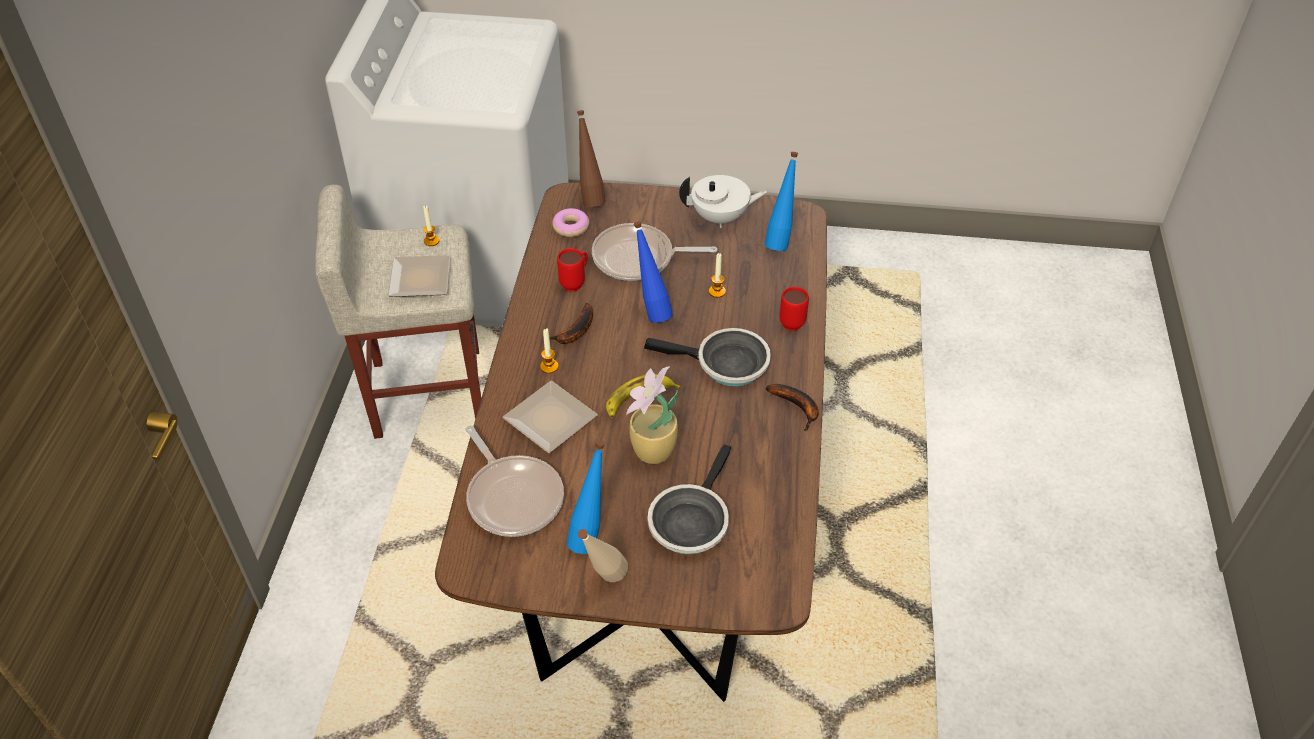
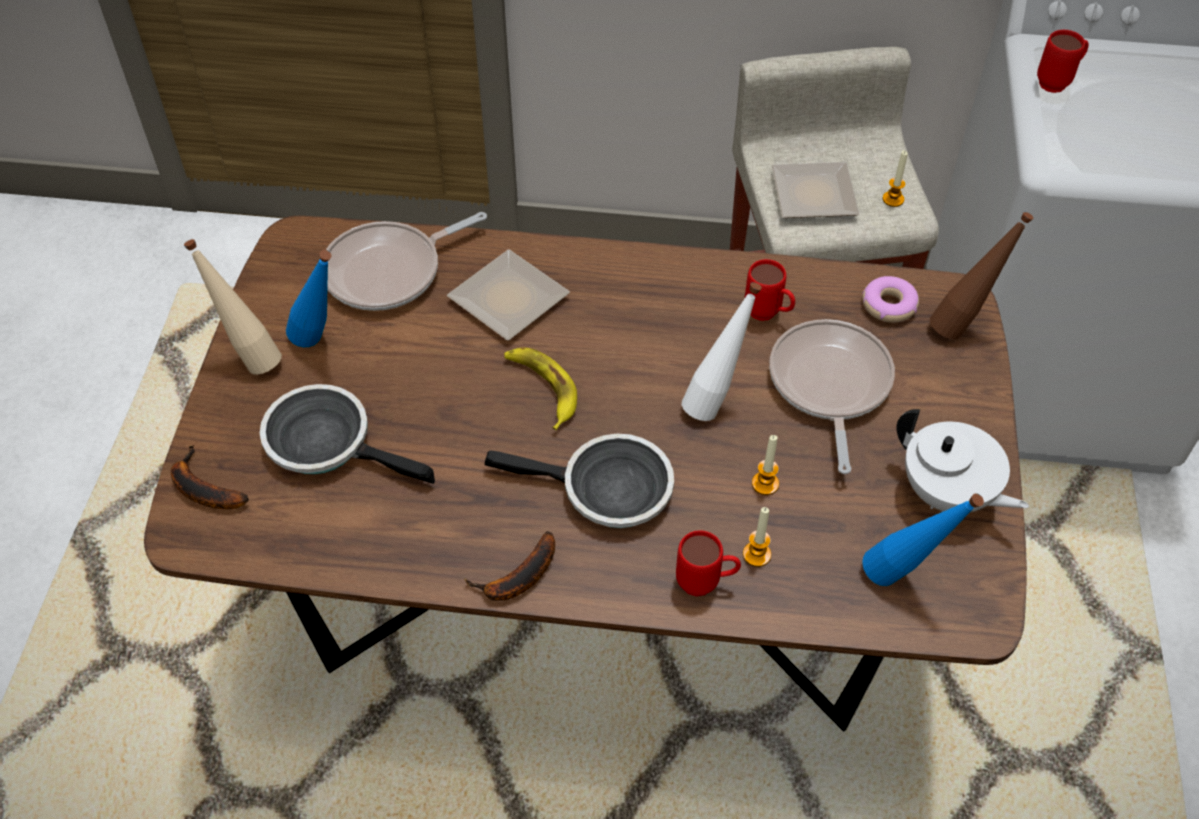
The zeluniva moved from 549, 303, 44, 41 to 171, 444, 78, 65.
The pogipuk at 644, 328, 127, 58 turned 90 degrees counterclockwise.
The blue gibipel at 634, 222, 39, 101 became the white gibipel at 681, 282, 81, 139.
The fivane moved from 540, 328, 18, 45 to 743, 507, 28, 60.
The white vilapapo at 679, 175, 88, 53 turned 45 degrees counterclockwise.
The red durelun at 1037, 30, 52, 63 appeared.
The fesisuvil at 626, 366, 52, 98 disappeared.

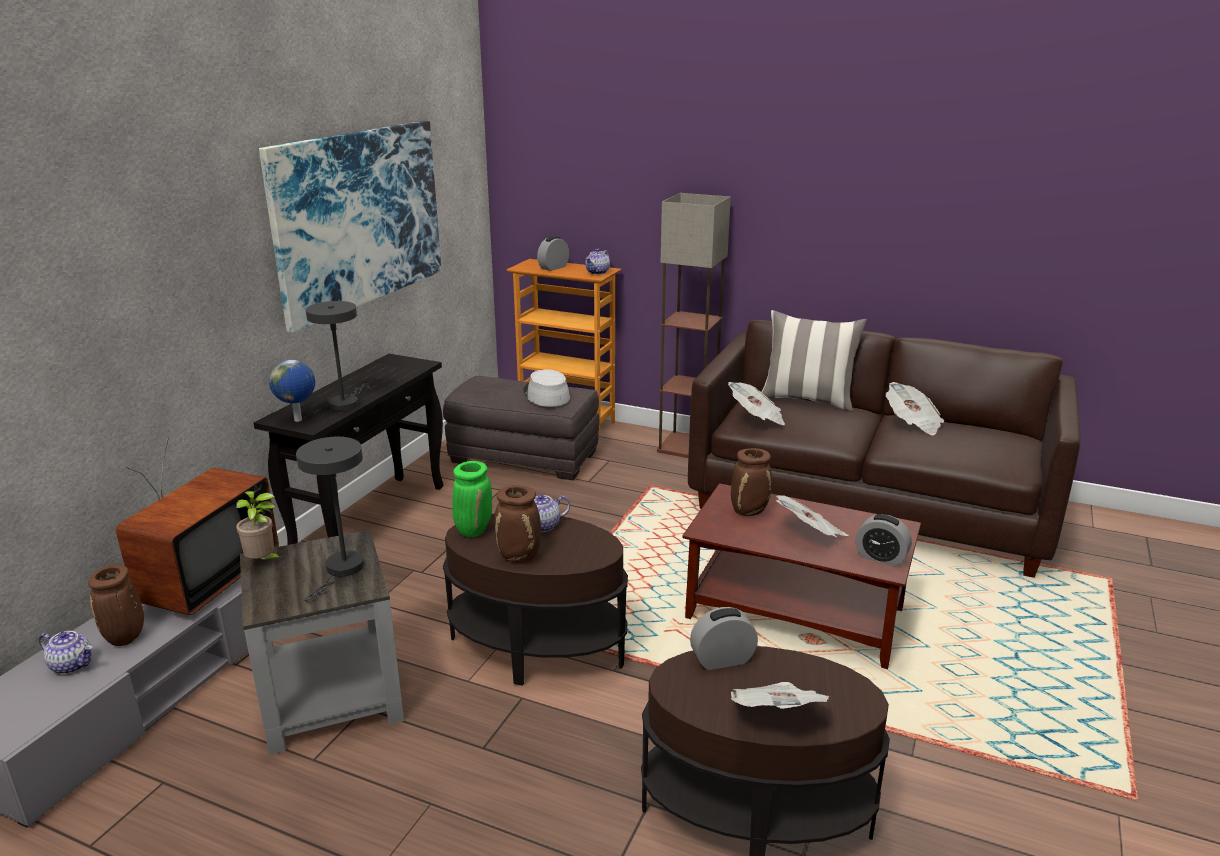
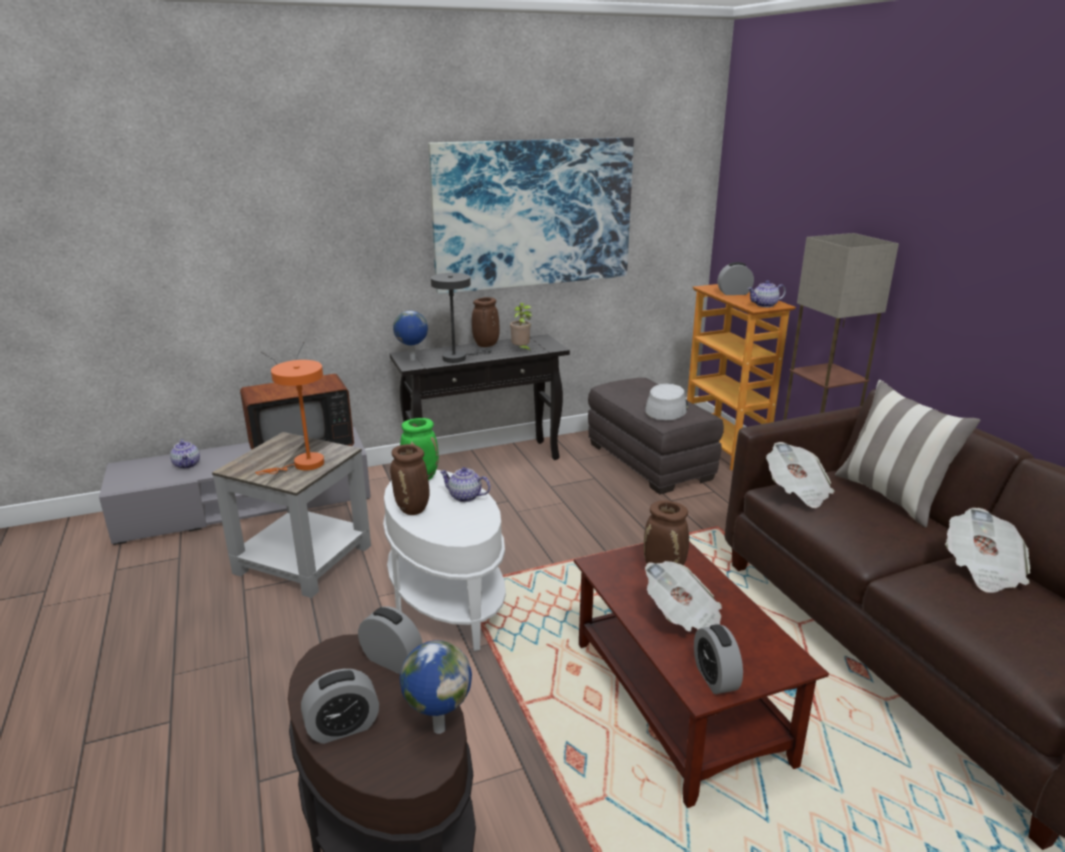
The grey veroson at 296, 437, 68, 165 became the orange veroson at 255, 360, 69, 115.
The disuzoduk at 731, 682, 99, 27 was replaced by the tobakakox at 301, 669, 78, 75.
The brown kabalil at 443, 514, 185, 172 became the white kabalil at 383, 470, 123, 181.
The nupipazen at 400, 641, 72, 93 appeared.
The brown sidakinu moved from 88, 564, 56, 82 to 472, 297, 28, 50.
The fesisuvil moved from 236, 491, 47, 69 to 510, 303, 22, 49.

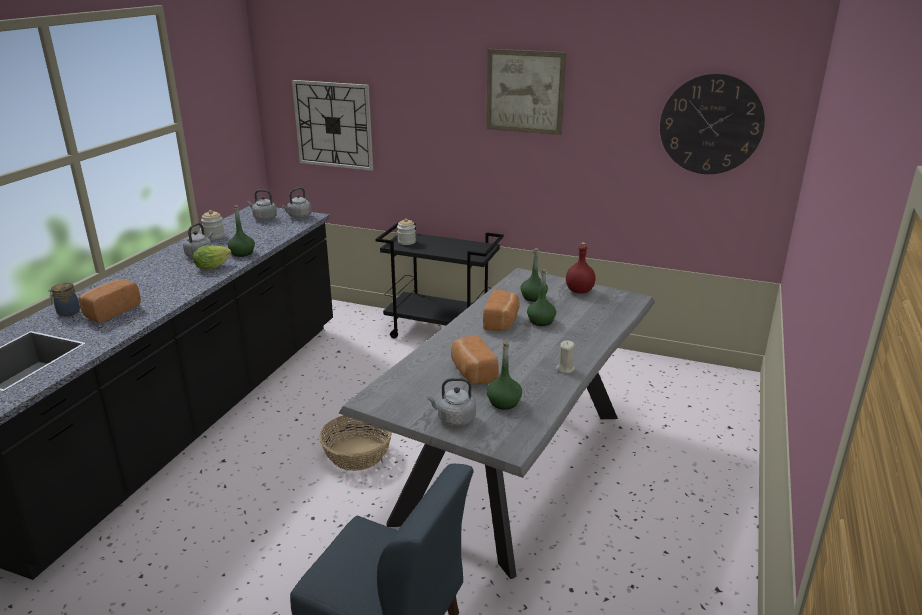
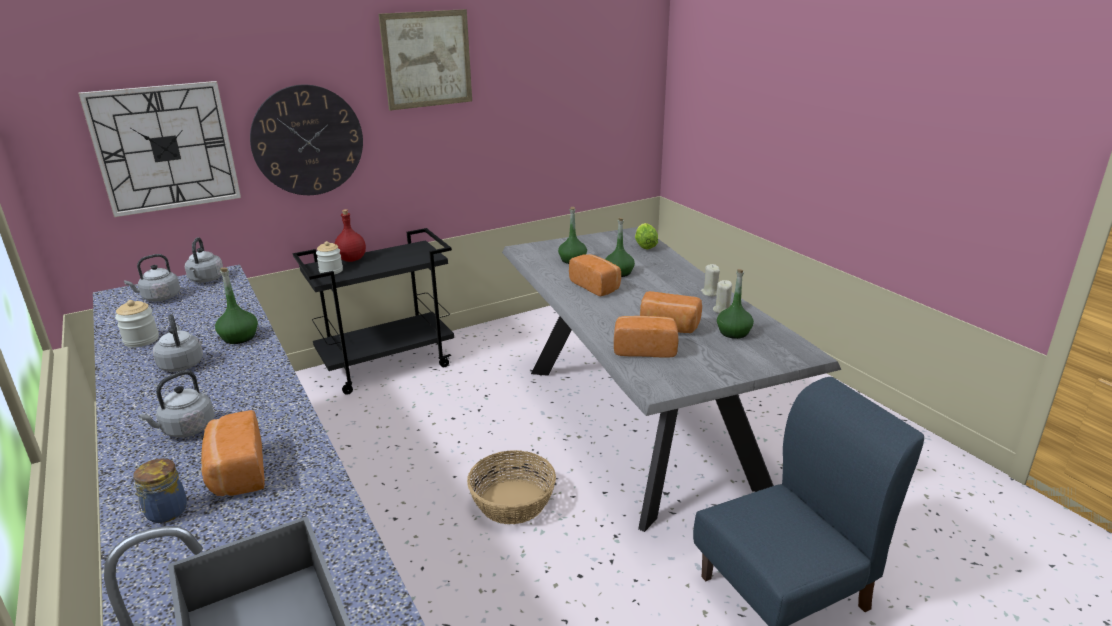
The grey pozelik moved from 427, 378, 49, 48 to 138, 371, 76, 66.
The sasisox moved from 660, 73, 105, 101 to 250, 85, 113, 110.
The red gibipel moved from 566, 242, 30, 51 to 335, 209, 31, 53.
The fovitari at 614, 316, 64, 42 appeared.
The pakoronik moved from 193, 245, 39, 25 to 635, 223, 23, 27.
The beige fivane at 713, 280, 19, 33 appeared.

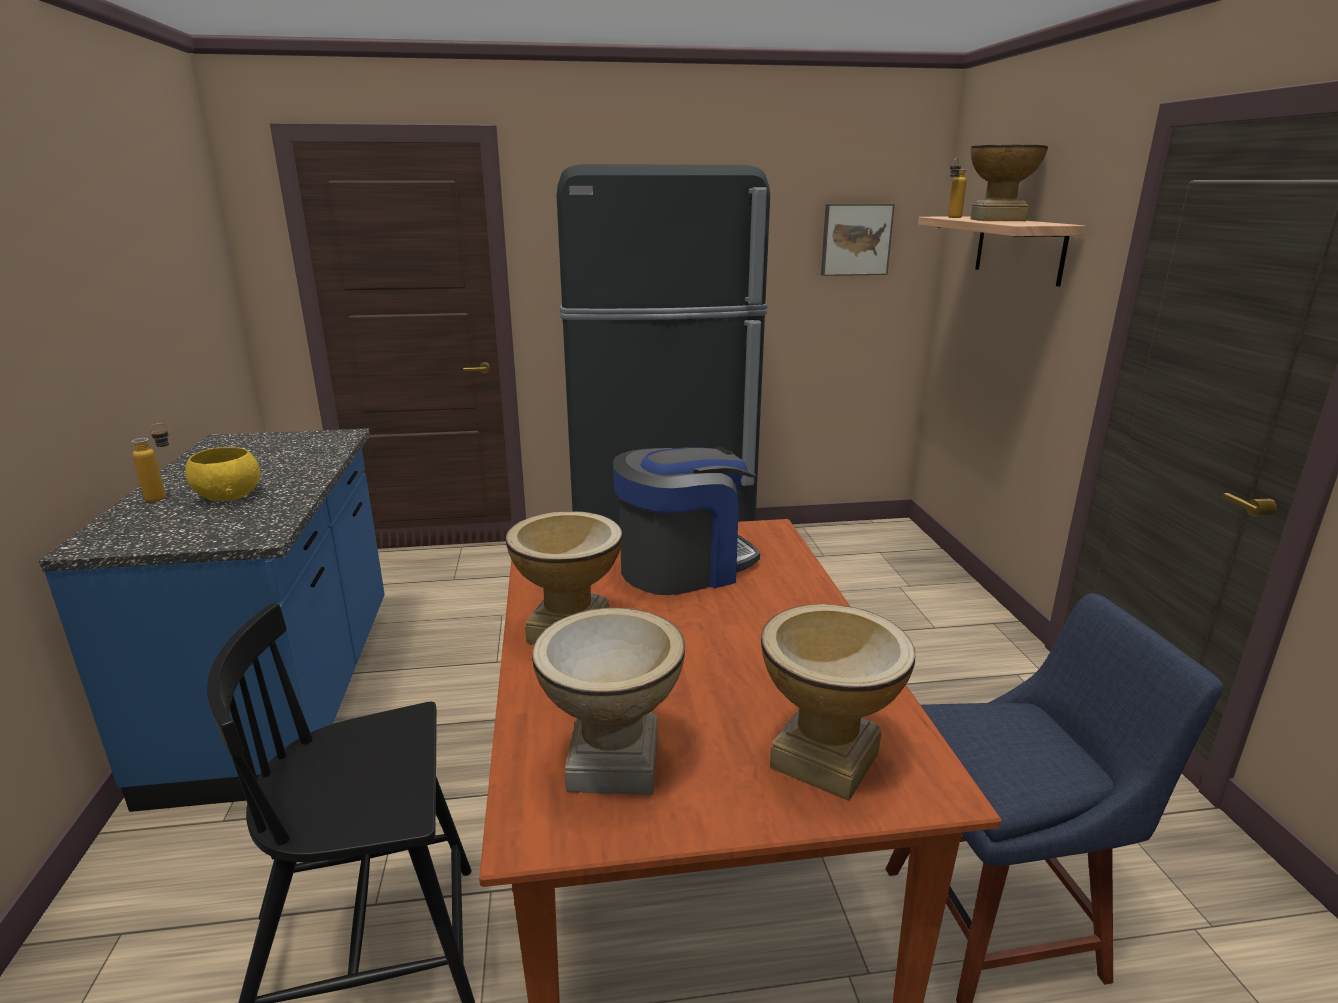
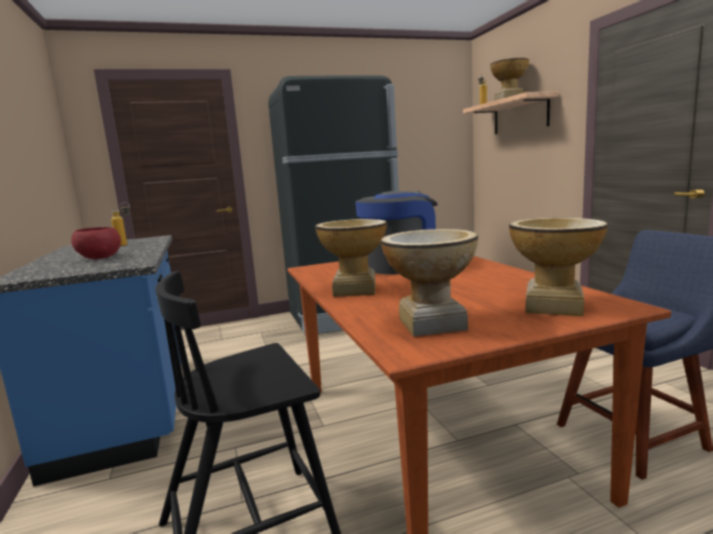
The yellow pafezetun at 185, 447, 75, 54 became the red pafezetun at 71, 227, 50, 32.
The gibipel moved from 132, 423, 37, 79 to 111, 202, 19, 44.
The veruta at 821, 204, 74, 72 disappeared.

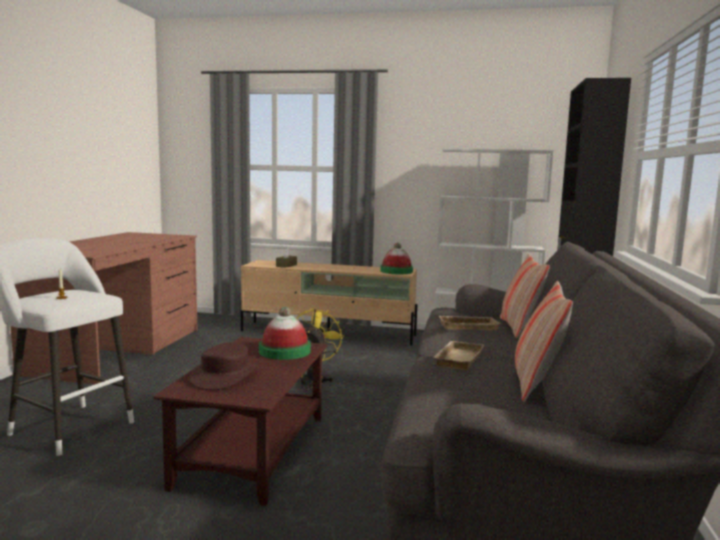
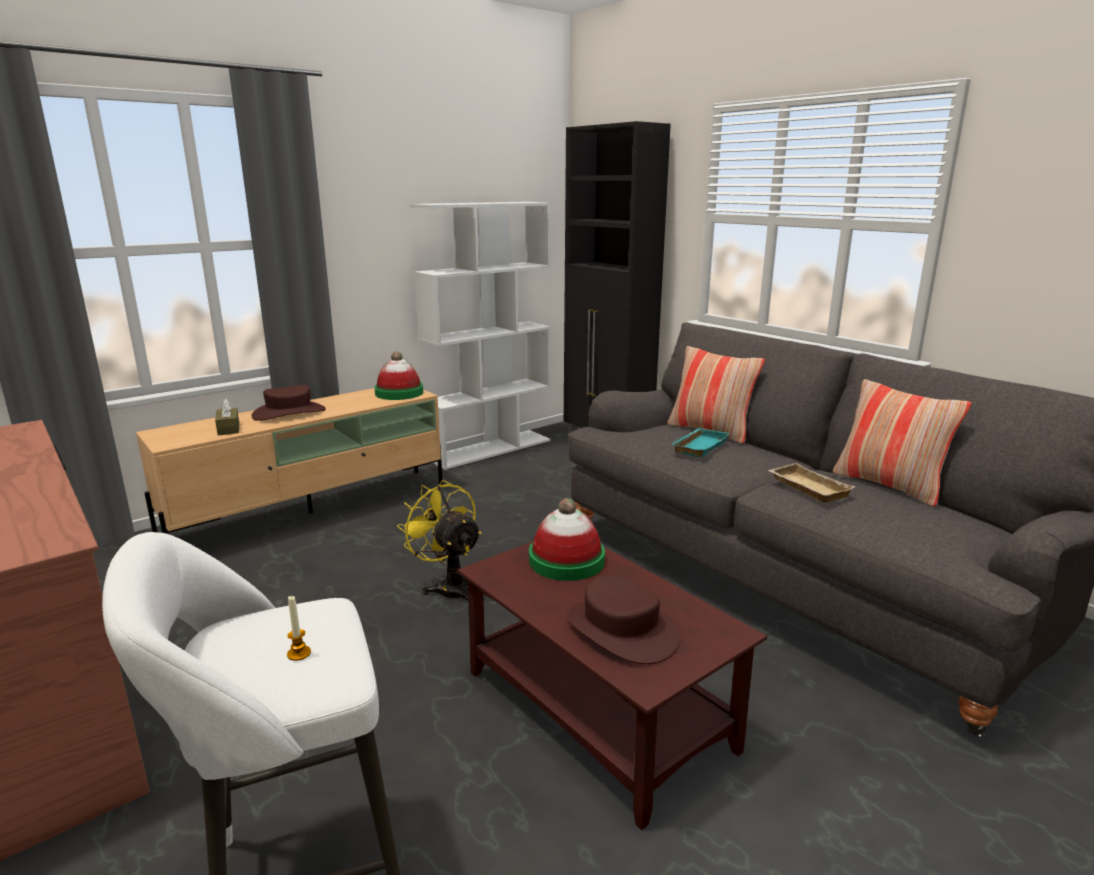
The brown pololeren at 251, 385, 75, 36 appeared.
The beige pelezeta at 438, 315, 63, 15 became the turquoise pelezeta at 672, 428, 58, 30.

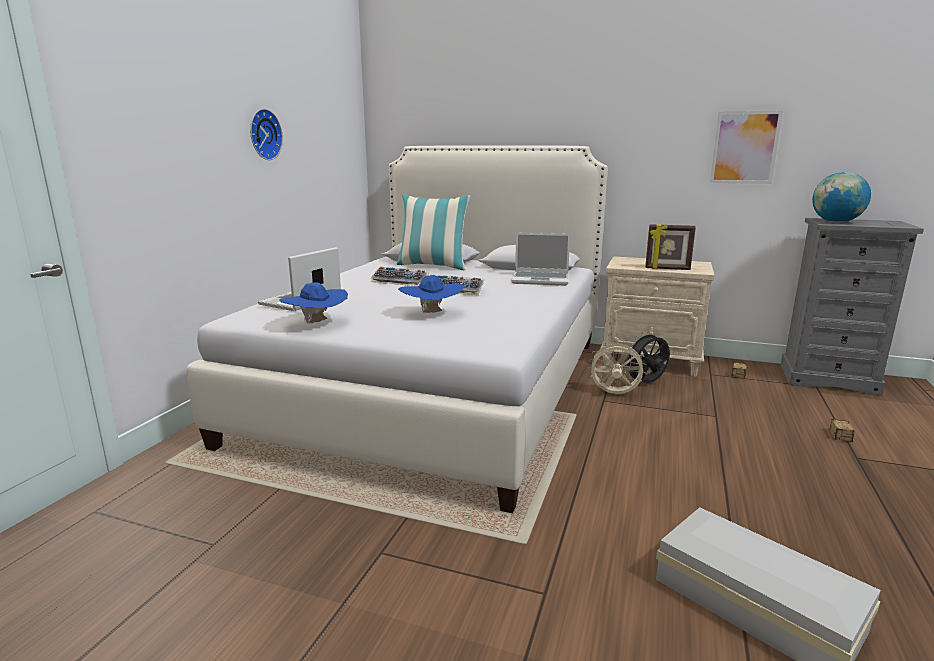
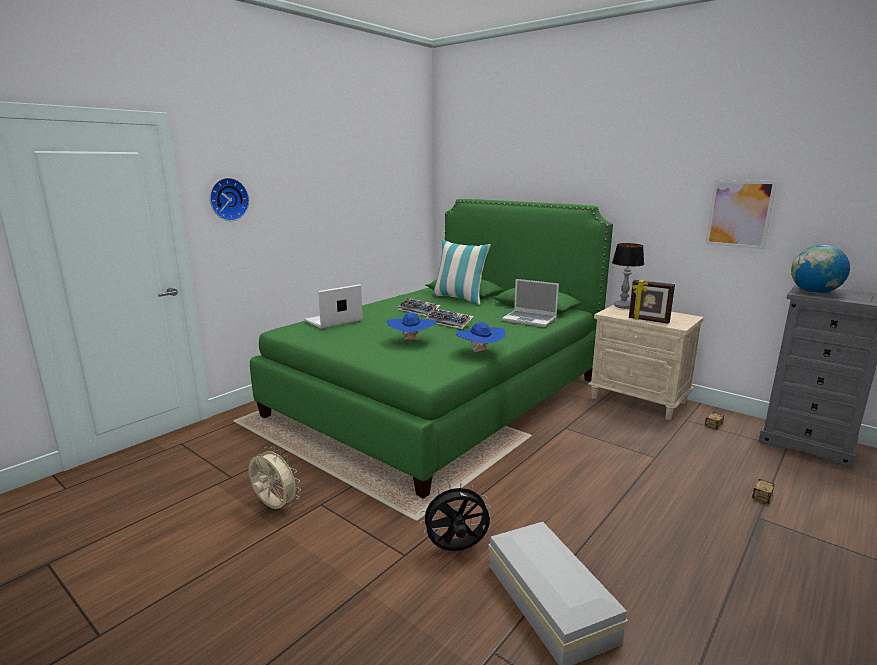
The sasisox moved from 250, 109, 33, 51 to 210, 178, 39, 43.
The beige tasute moved from 588, 340, 59, 54 to 248, 447, 53, 62.
The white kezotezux at 187, 145, 421, 368 became the green kezotezux at 250, 199, 363, 300.
The black tasute moved from 626, 331, 44, 52 to 420, 483, 71, 68.
The blue pololeren moved from 279, 282, 69, 41 to 456, 322, 50, 30.
The veroson at 612, 243, 32, 66 appeared.

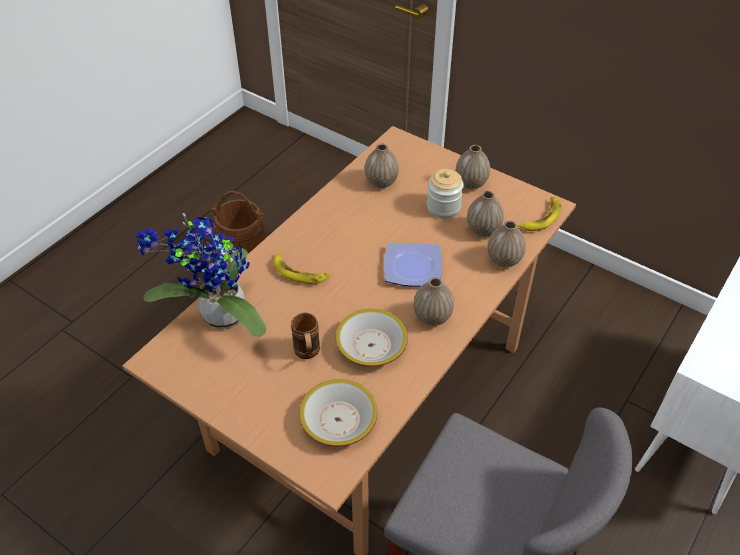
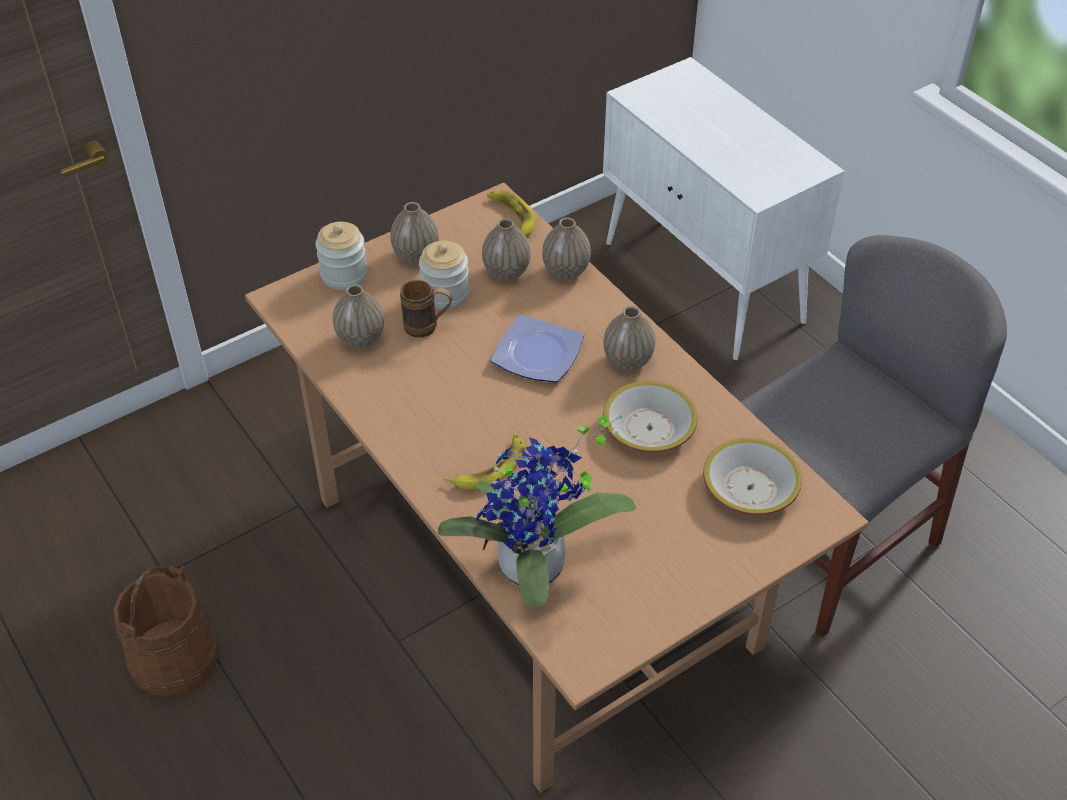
The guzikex at 315, 222, 53, 68 appeared.
The brown durelun moved from 291, 313, 29, 46 to 400, 280, 52, 58.

